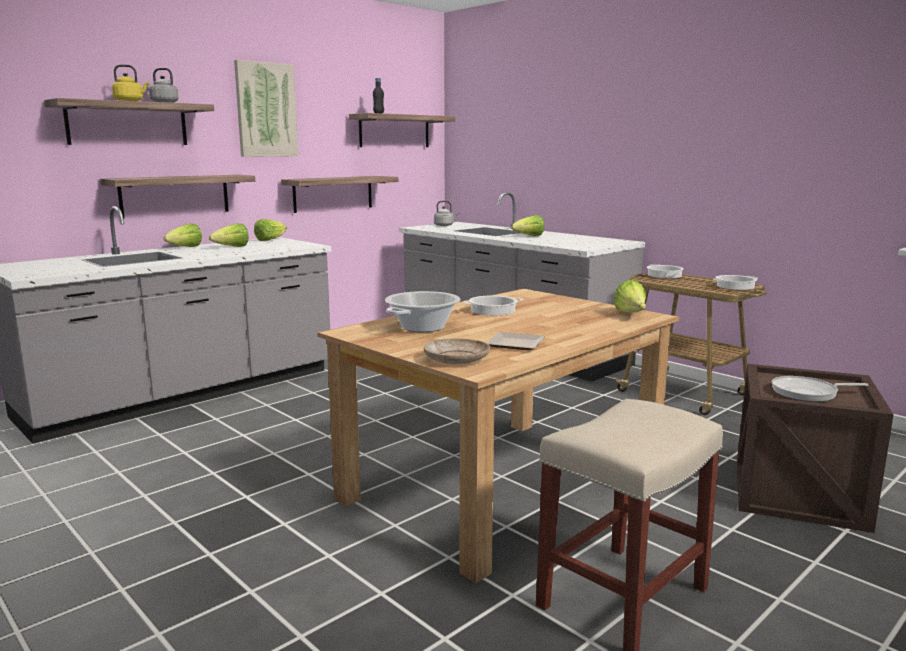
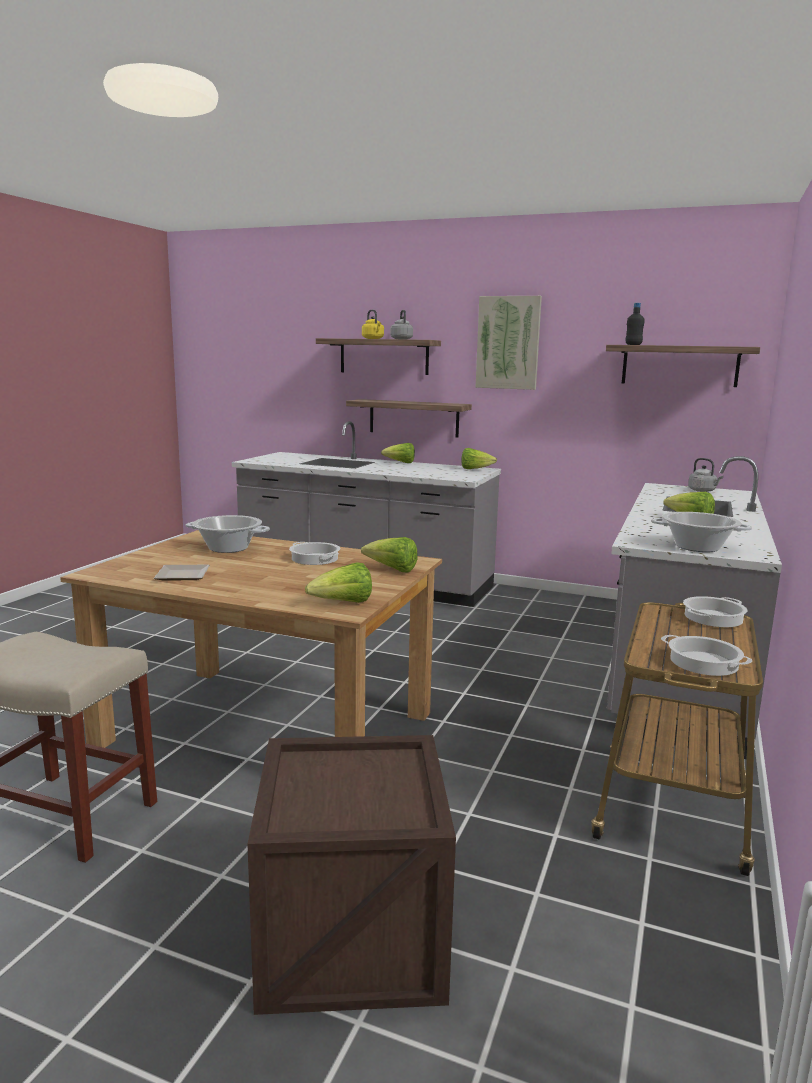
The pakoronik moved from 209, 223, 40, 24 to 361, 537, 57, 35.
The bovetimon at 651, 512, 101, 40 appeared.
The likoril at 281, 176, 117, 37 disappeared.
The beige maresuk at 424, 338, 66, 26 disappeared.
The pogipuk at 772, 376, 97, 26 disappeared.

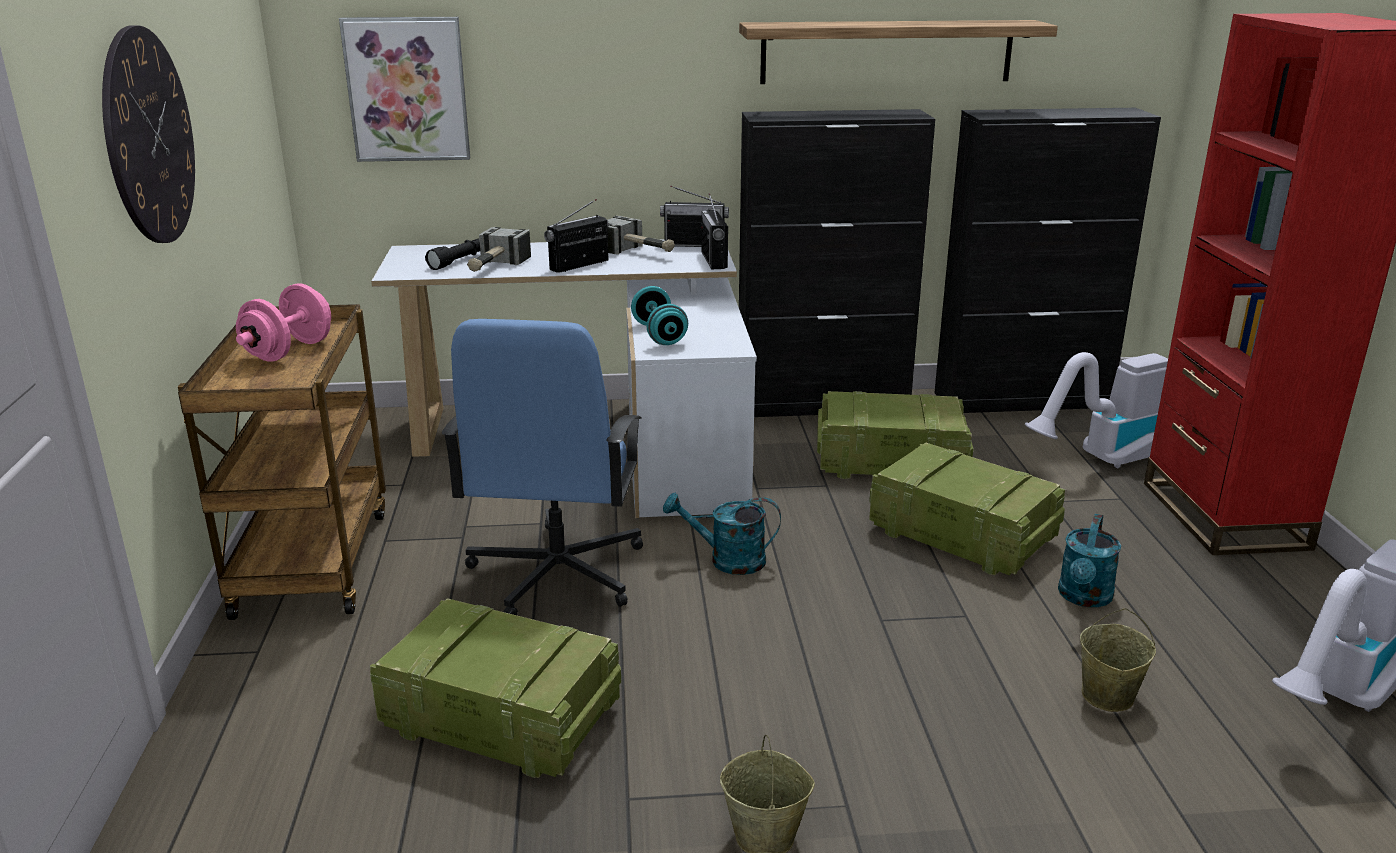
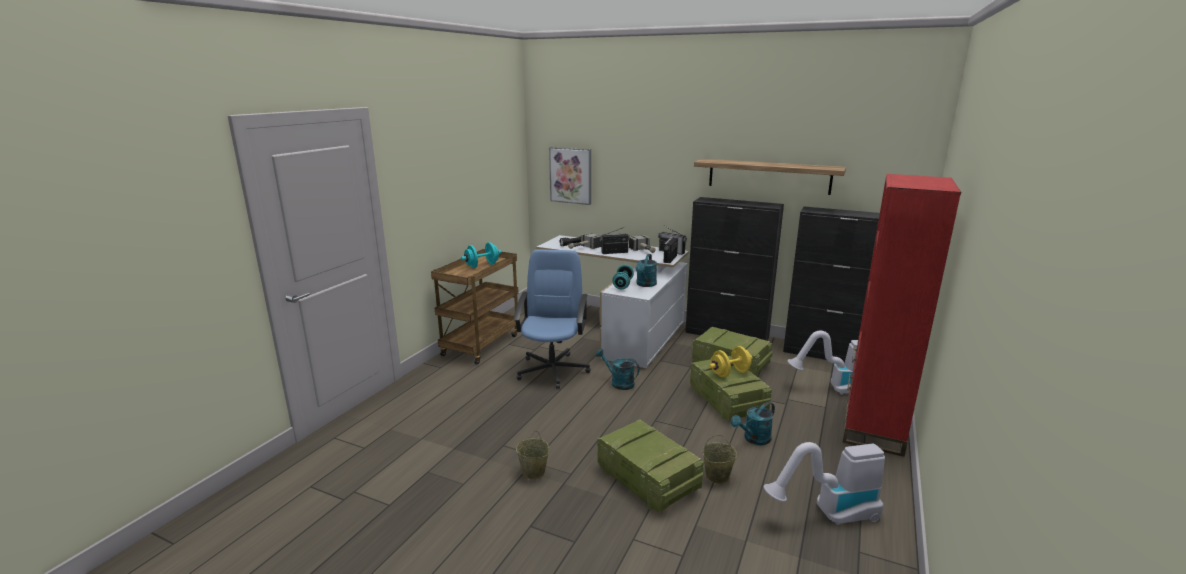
The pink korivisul at 236, 283, 95, 79 became the turquoise korivisul at 461, 242, 40, 26.
The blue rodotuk at 441, 319, 202, 296 turned 150 degrees clockwise.
The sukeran moved from 370, 598, 251, 180 to 597, 420, 107, 93.
The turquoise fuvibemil at 635, 254, 22, 33 appeared.
The yellow korivisul at 709, 346, 43, 31 appeared.
The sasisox at 102, 26, 93, 217 disappeared.

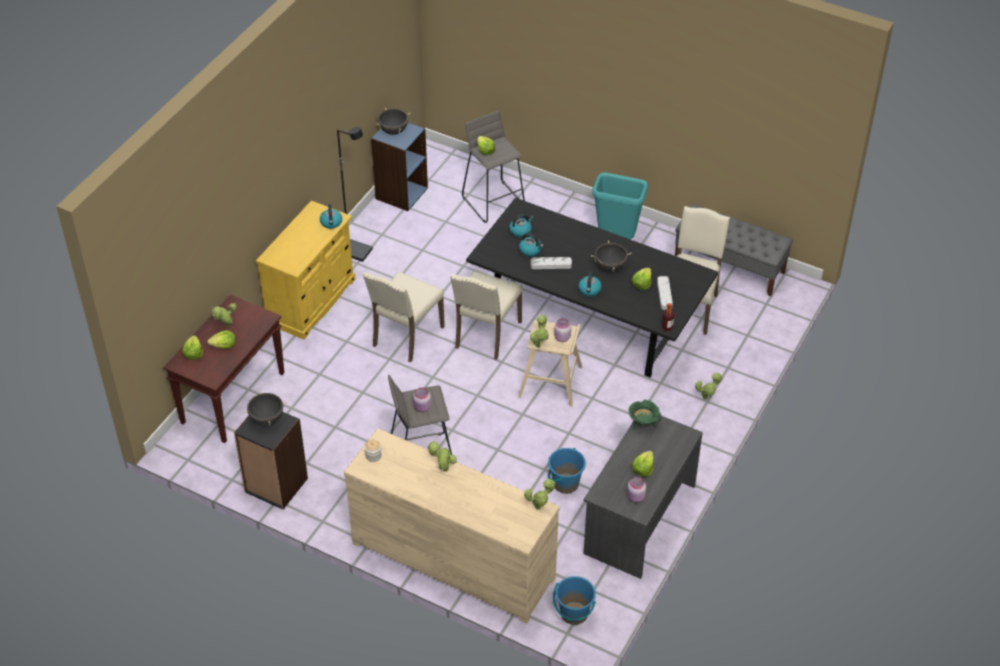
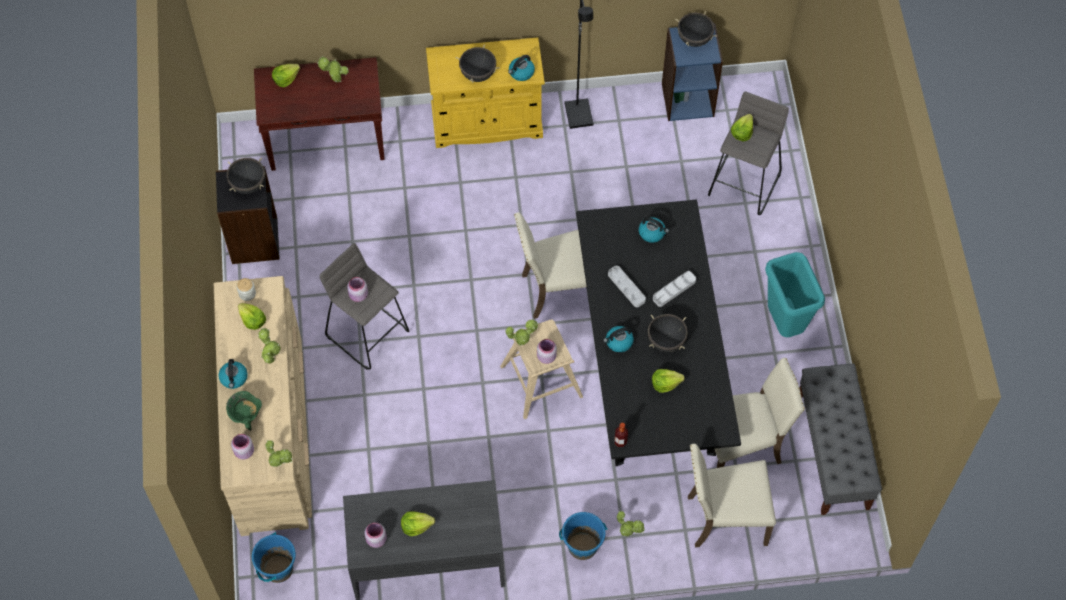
The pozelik moved from 519, 233, 25, 24 to 219, 359, 29, 30.
The green bovetimon moved from 628, 400, 34, 30 to 226, 391, 36, 40.
The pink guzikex at 231, 434, 23, 26 appeared.
The pakoronik moved from 207, 330, 29, 19 to 238, 303, 28, 27.
The black bovetimon at 455, 44, 45, 38 appeared.
The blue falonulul moved from 548, 448, 38, 46 to 559, 512, 49, 48.
The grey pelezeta moved from 657, 276, 16, 34 to 653, 271, 43, 36.
The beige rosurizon moved from 363, 271, 82, 91 to 688, 444, 88, 103.

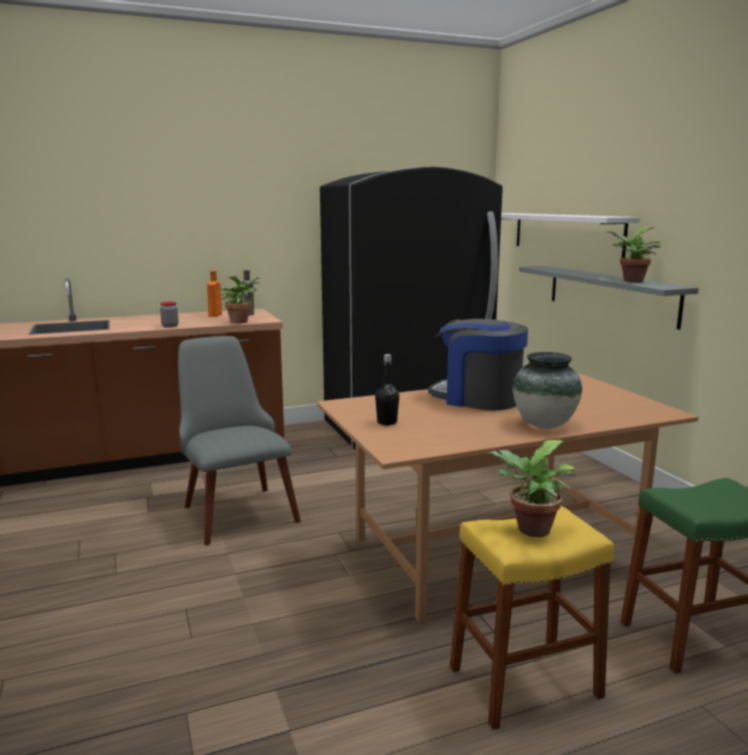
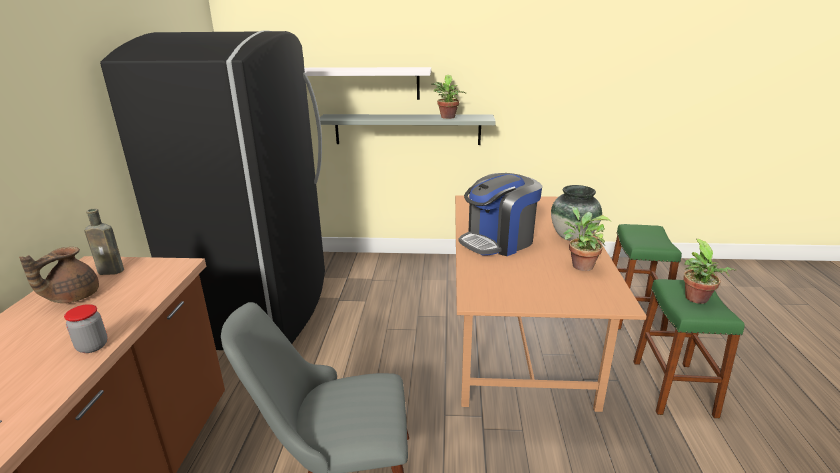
The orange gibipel at 207, 271, 15, 46 was replaced by the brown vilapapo at 19, 247, 80, 56.
The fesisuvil moved from 219, 276, 41, 48 to 564, 207, 47, 64.
The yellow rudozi at 450, 506, 164, 224 became the green rudozi at 633, 279, 112, 139.
The black gibipel at 375, 354, 24, 71 disappeared.

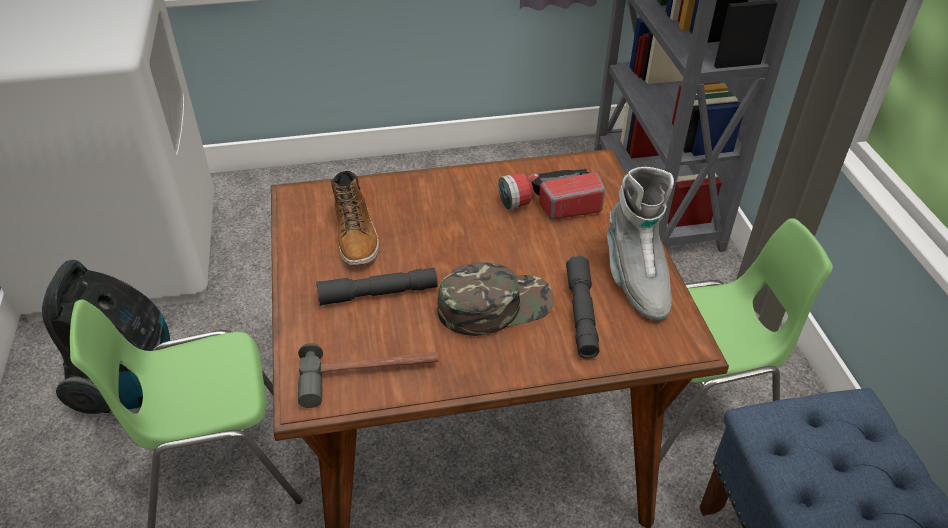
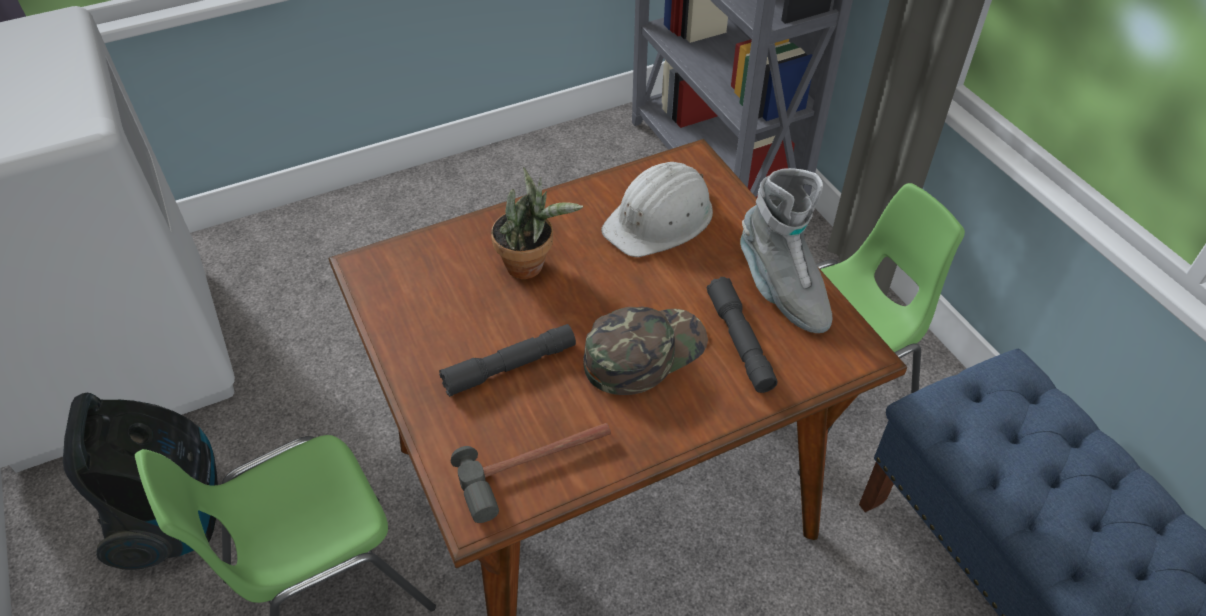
The fesisuvil at 491, 167, 92, 112 appeared.
The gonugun at 498, 168, 107, 51 was replaced by the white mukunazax at 601, 162, 112, 95.
The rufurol at 331, 171, 48, 94 disappeared.

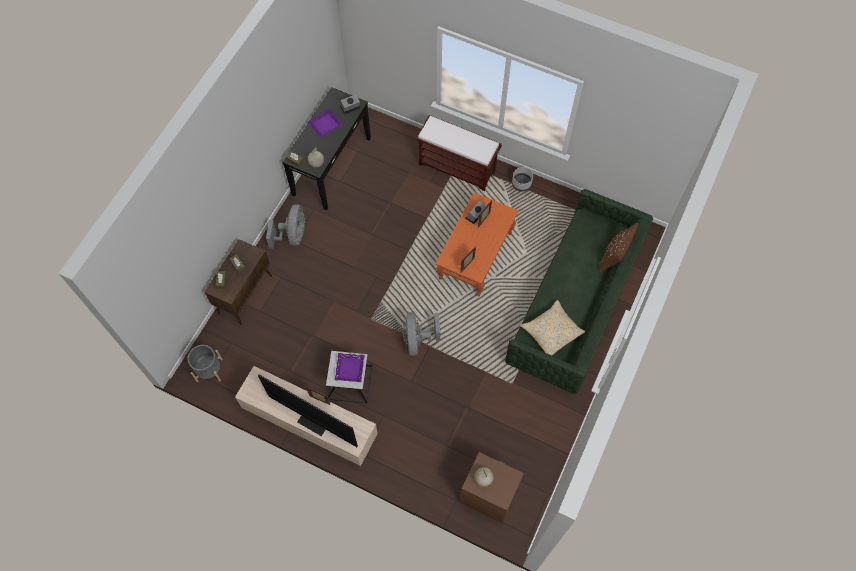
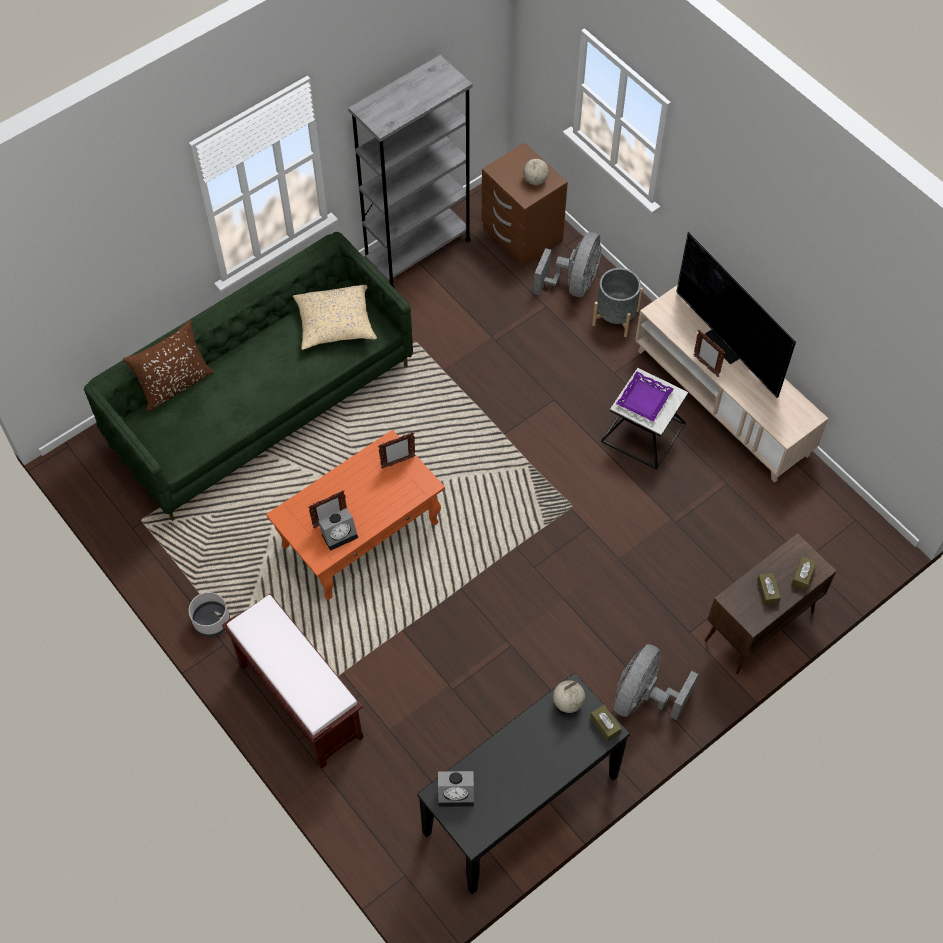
The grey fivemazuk at 348, 55, 125, 233 appeared.
The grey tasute moved from 403, 312, 37, 44 to 534, 232, 67, 65.
The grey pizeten moved from 188, 345, 35, 37 to 592, 268, 51, 69.
The purple pelezeta at 307, 109, 36, 28 disappeared.

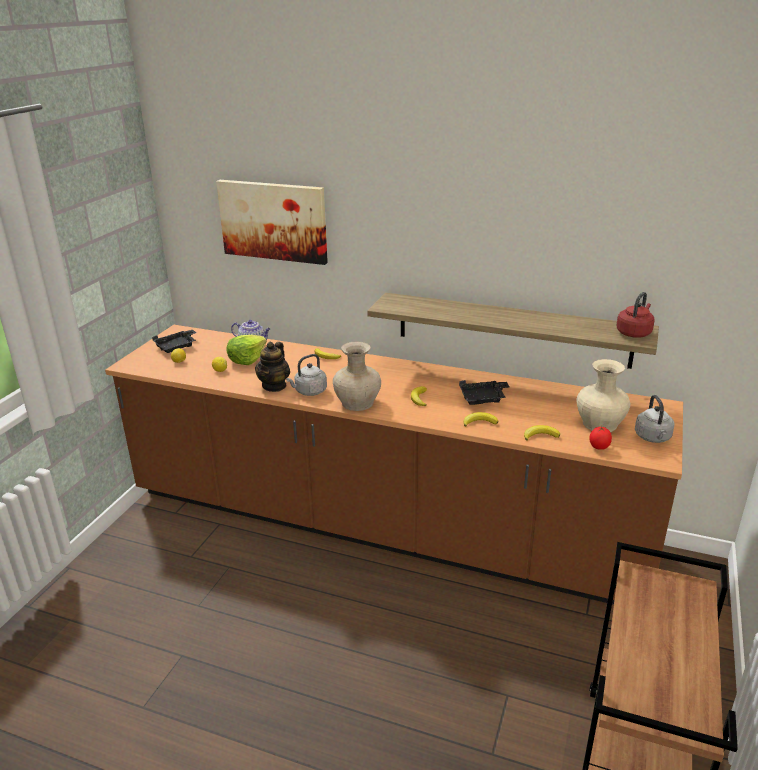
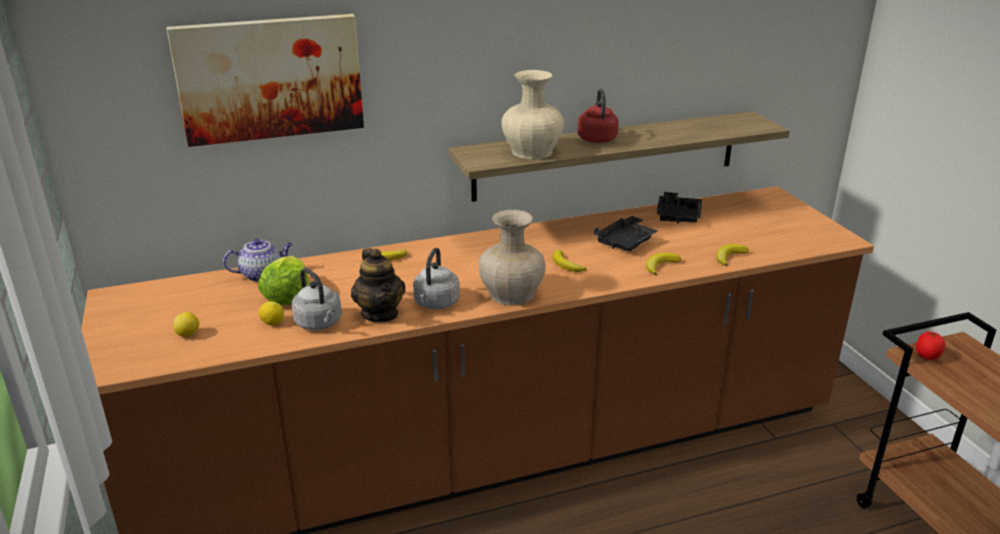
The grey pozelik moved from 635, 395, 40, 48 to 291, 268, 51, 62.
The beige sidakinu moved from 577, 359, 54, 73 to 501, 70, 63, 90.
The red pozelik moved from 616, 292, 39, 46 to 577, 89, 42, 54.
The black pelezeta moved from 152, 330, 44, 23 to 657, 192, 45, 32.
The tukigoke moved from 589, 426, 23, 24 to 916, 331, 30, 29.

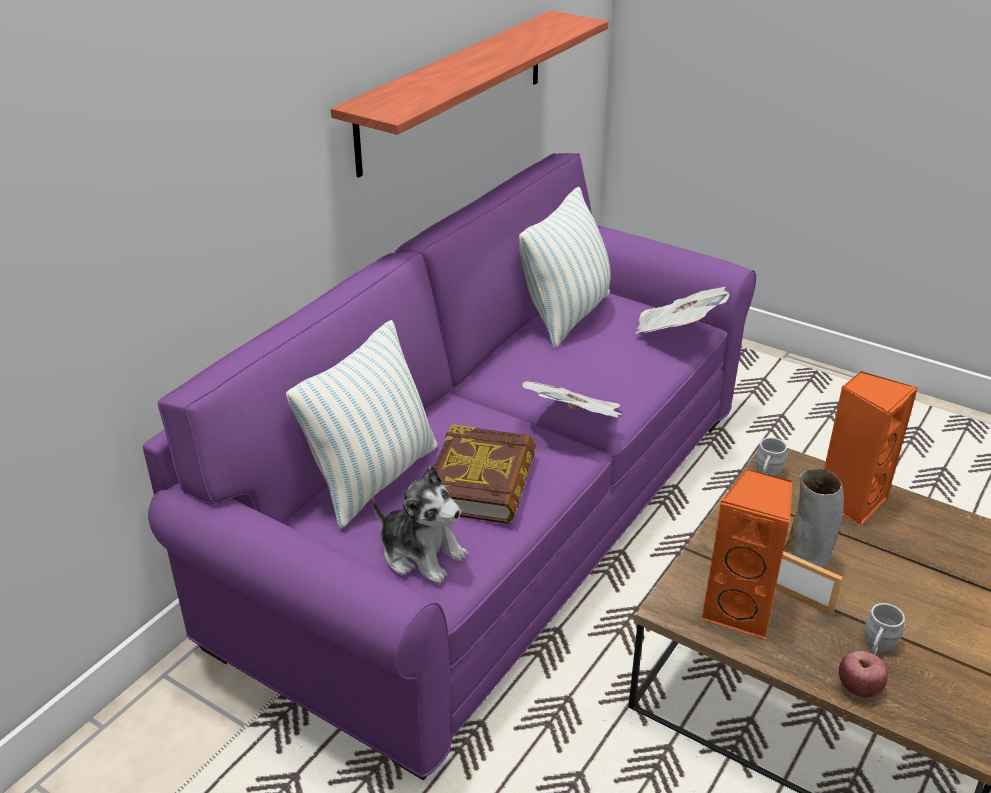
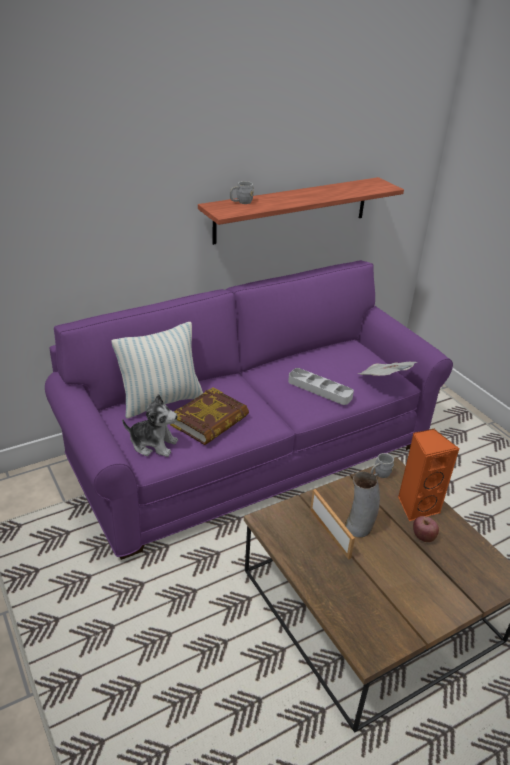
The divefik at 372, 466, 96, 118 turned 45 degrees counterclockwise.
The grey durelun moved from 865, 603, 40, 52 to 230, 181, 24, 23.
The grey pelezeta at 288, 368, 66, 37 appeared.
The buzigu moved from 839, 651, 49, 47 to 413, 516, 26, 26.
The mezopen at 519, 187, 92, 161 disappeared.
The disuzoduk at 522, 381, 100, 37 disappeared.
The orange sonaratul at 701, 468, 91, 171 disappeared.

